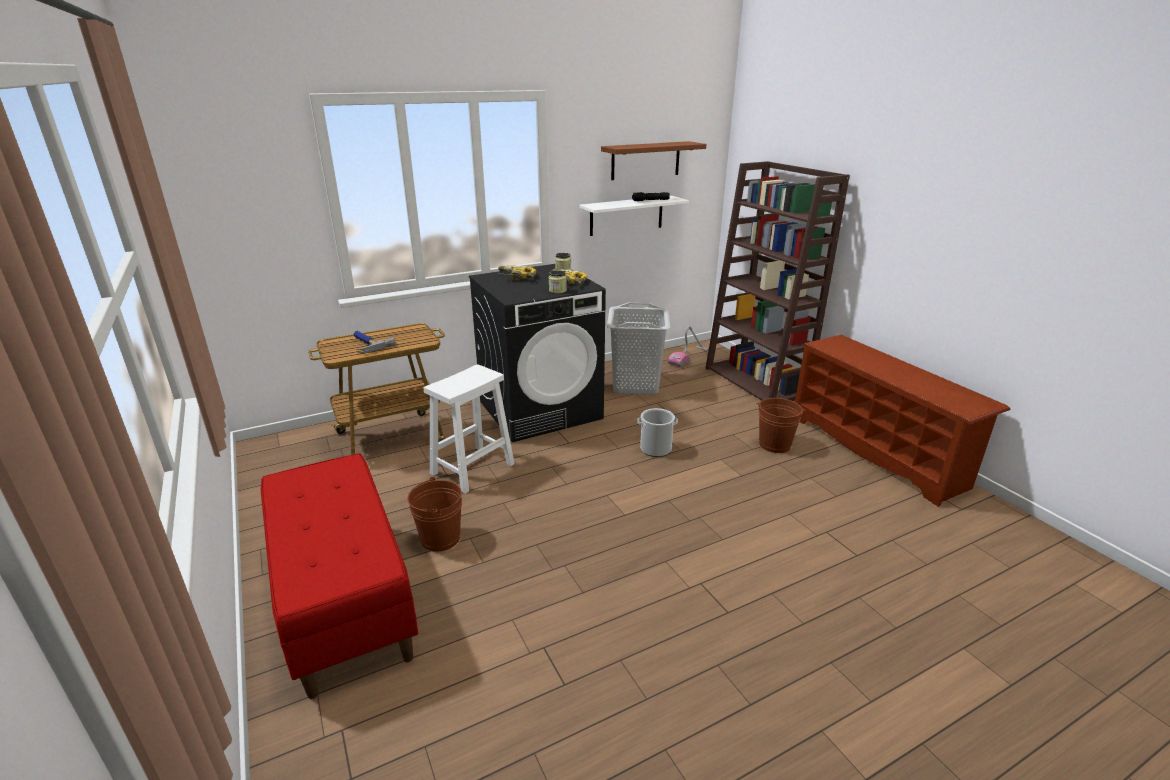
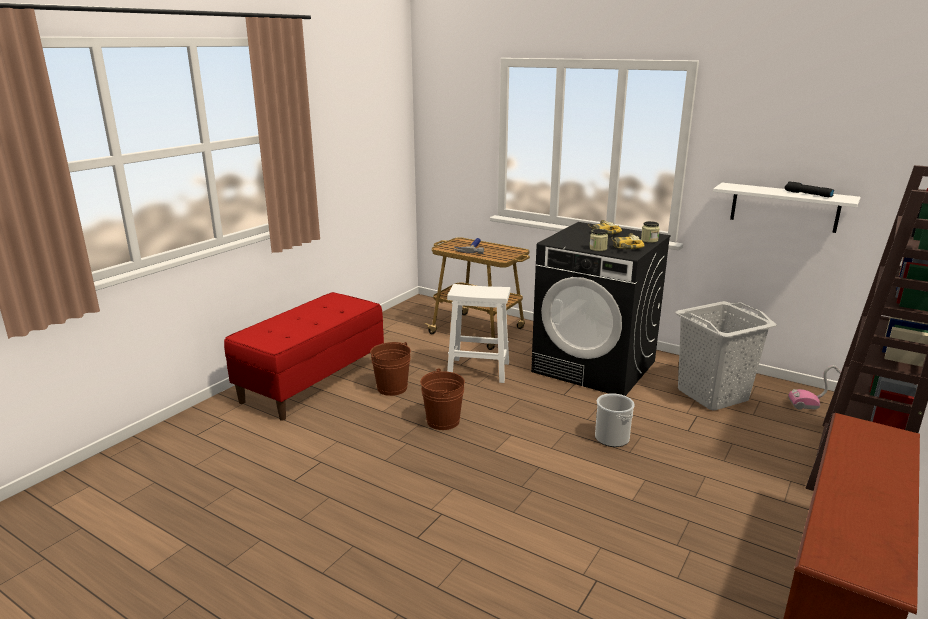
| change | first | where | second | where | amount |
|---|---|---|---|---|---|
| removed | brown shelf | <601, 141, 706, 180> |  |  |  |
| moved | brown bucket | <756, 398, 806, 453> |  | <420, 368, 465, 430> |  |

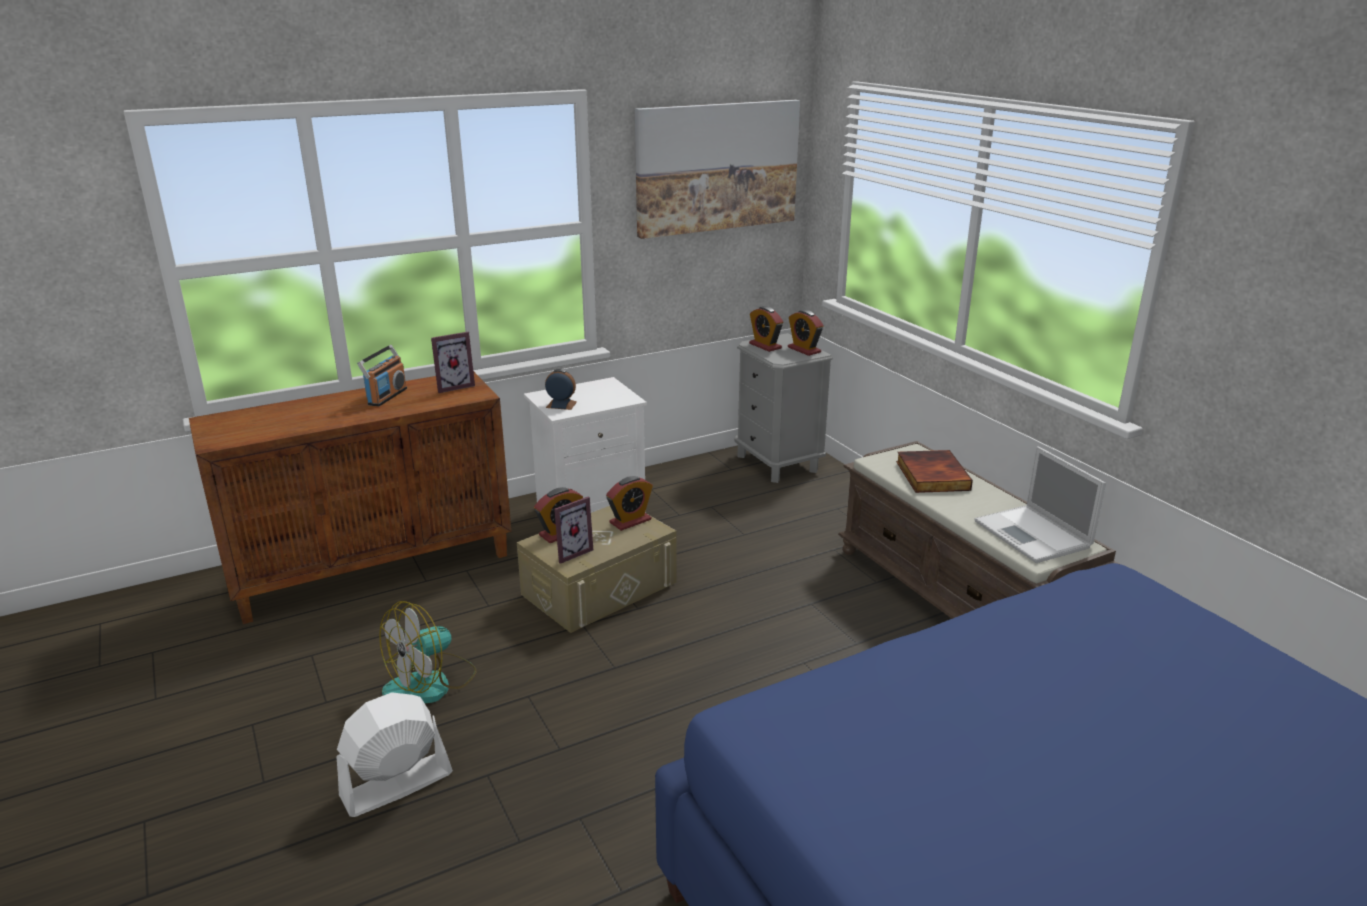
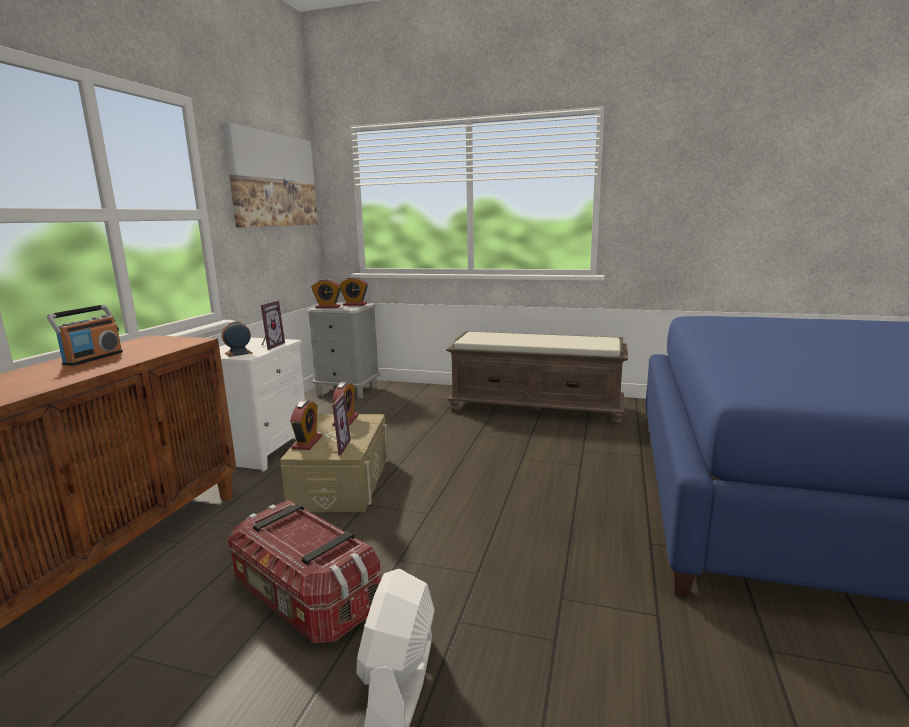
| change | first | where | second | where | amount |
|---|---|---|---|---|---|
| removed | book | <896, 450, 973, 493> |  |  |  |
| removed | laptop | <975, 446, 1106, 563> |  |  |  |
| moved | picture frame | <431, 332, 475, 393> |  | <261, 300, 285, 350> |  |
| replaced | fan | <379, 601, 476, 703> | storage box | <228, 500, 381, 643> |  |
| turned | radio | <357, 345, 407, 406> |  | <47, 305, 123, 366> | 45 degrees clockwise |

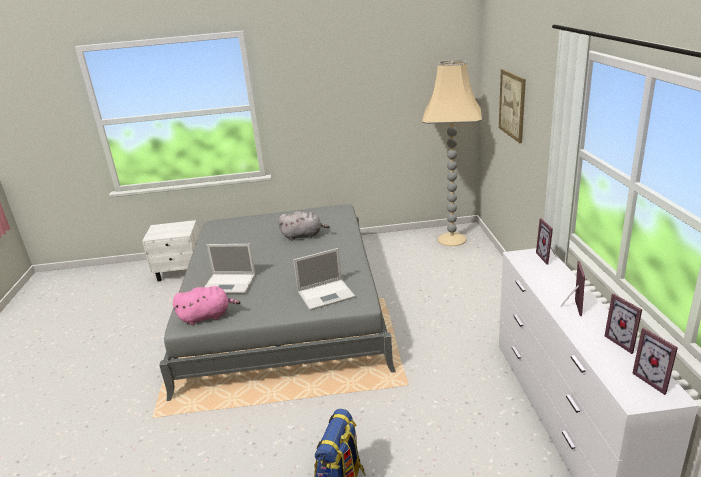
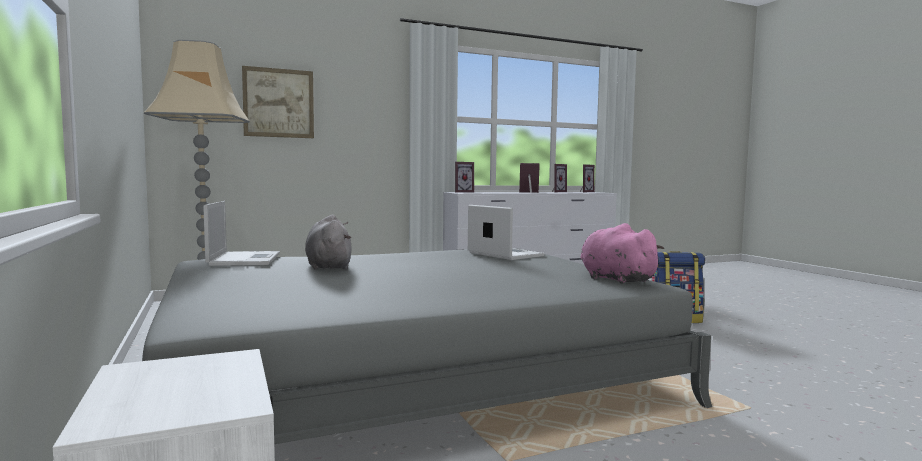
| change | first | where | second | where | amount |
|---|---|---|---|---|---|
| moved | laptop | <204, 244, 255, 294> |  | <203, 201, 280, 266> |  |

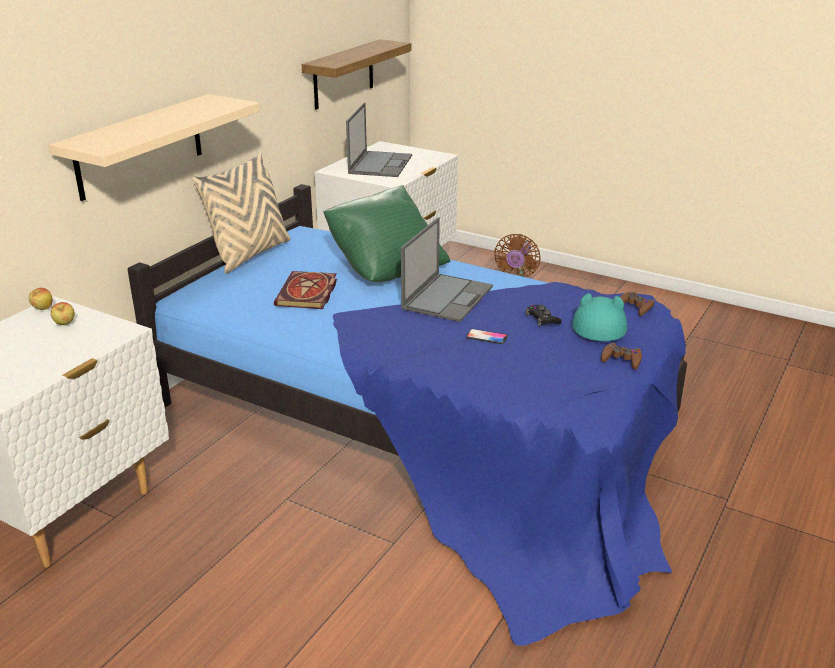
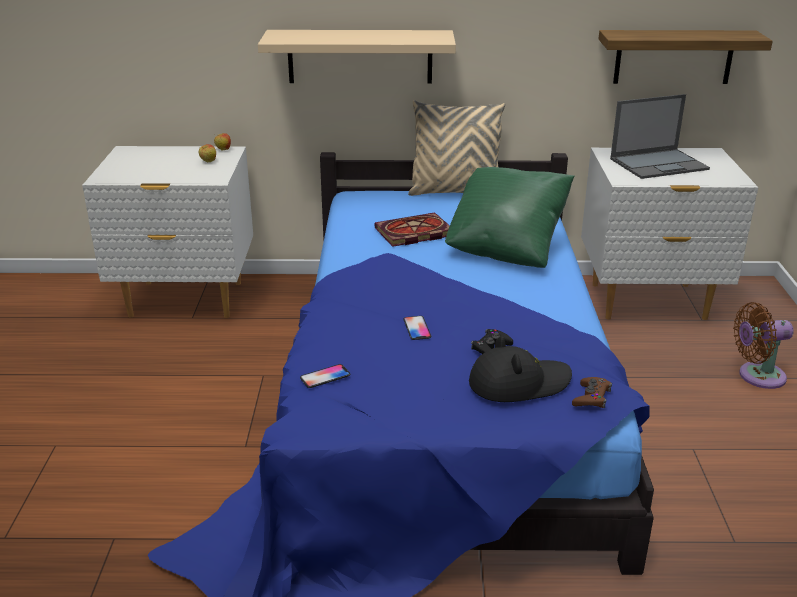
| change | first | where | second | where | amount |
|---|---|---|---|---|---|
| removed | laptop | <401, 217, 493, 322> |  |  |  |
| removed | brown game controller | <601, 343, 642, 370> |  |  |  |
| added |  |  | phone | <300, 364, 351, 388> |  |
| recoloured | turquoise hat | <572, 293, 627, 341> | black hat | <469, 336, 572, 402> |  |

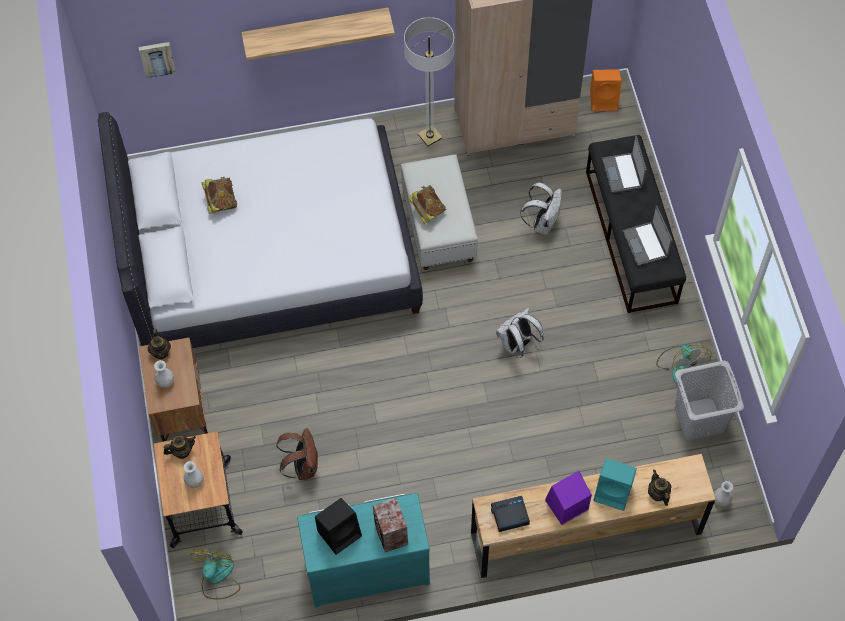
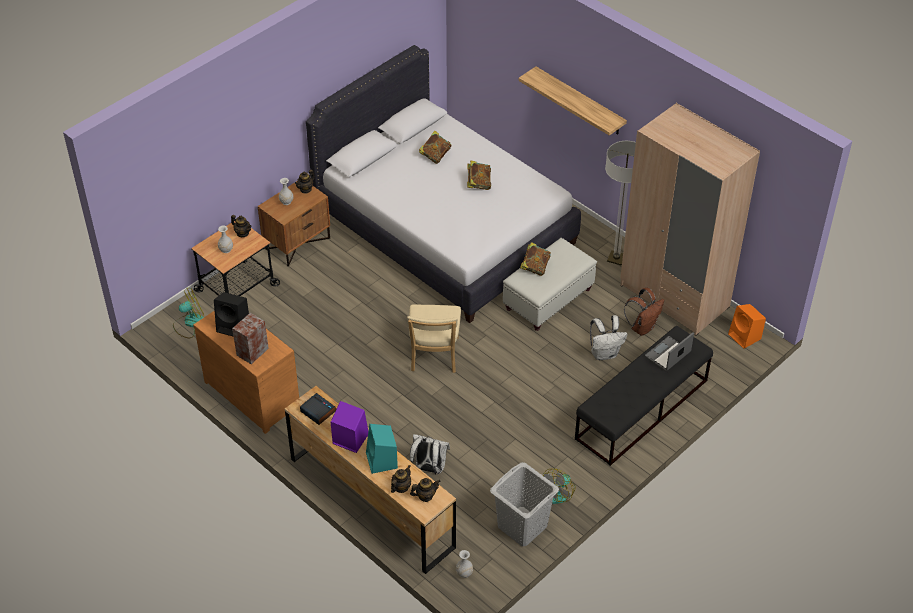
| change | first | where | second | where | amount |
|---|---|---|---|---|---|
| removed | picture | <139, 42, 176, 78> |  |  |  |
| removed | laptop | <623, 205, 673, 266> |  |  |  |
| added |  |  | beige chair | <407, 304, 461, 373> |  |
| added |  |  | teapot | <410, 478, 441, 502> |  |
| added |  |  | book | <467, 161, 491, 190> |  |
| moved | brown backpack | <276, 428, 318, 480> |  | <624, 288, 664, 336> |  |
| moved | white backpack | <496, 307, 544, 358> |  | <410, 434, 450, 475> |  |
| recoloured | turquoise dresser | <297, 493, 430, 608> | brown dresser | <193, 311, 299, 434> |  |

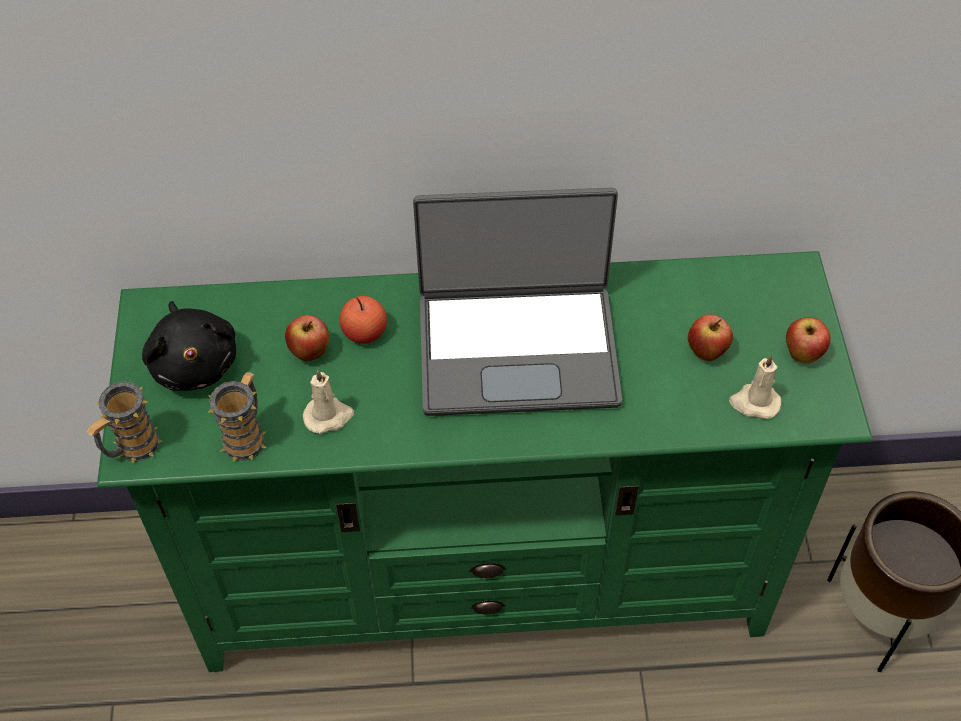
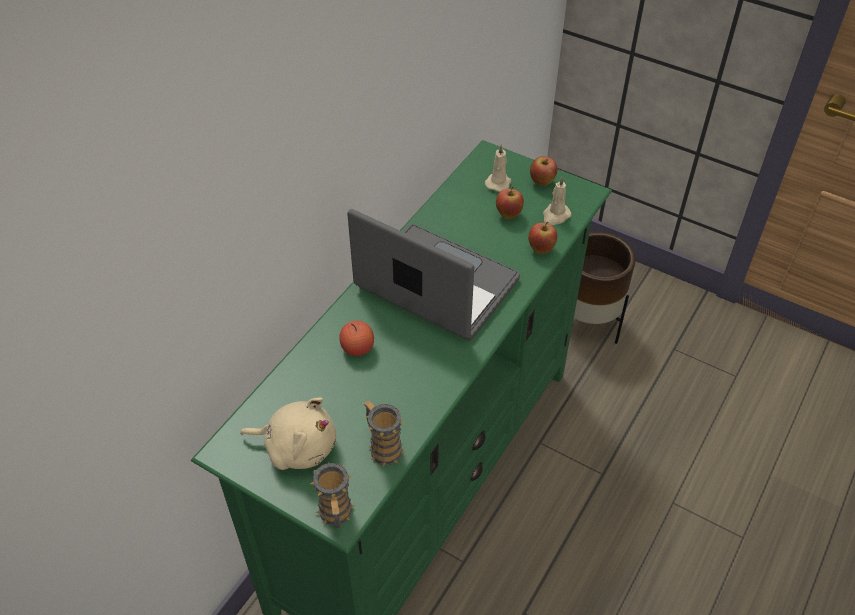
| change | first | where | second | where | amount |
|---|---|---|---|---|---|
| moved | apple | <285, 315, 329, 362> |  | <528, 222, 557, 254> |  |
| moved | beige candle | <303, 369, 354, 434> |  | <485, 144, 511, 192> |  |
| recoloured | black plush toy | <142, 301, 236, 391> | beige plush toy | <240, 397, 336, 470> |  |
| turned | laptop | <413, 188, 622, 416> |  | <347, 209, 520, 341> | 90 degrees counterclockwise |

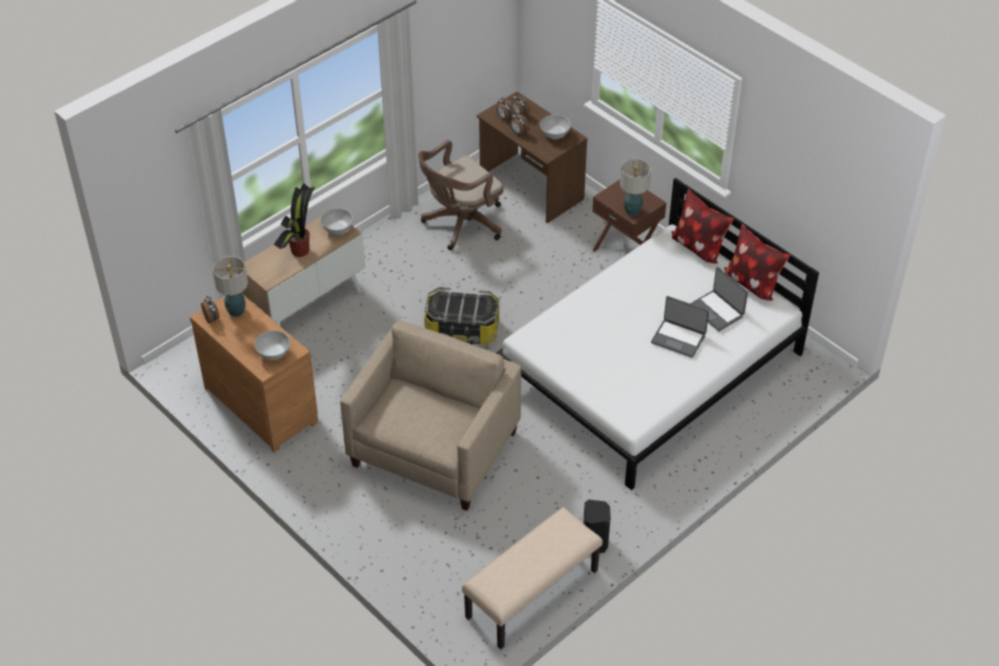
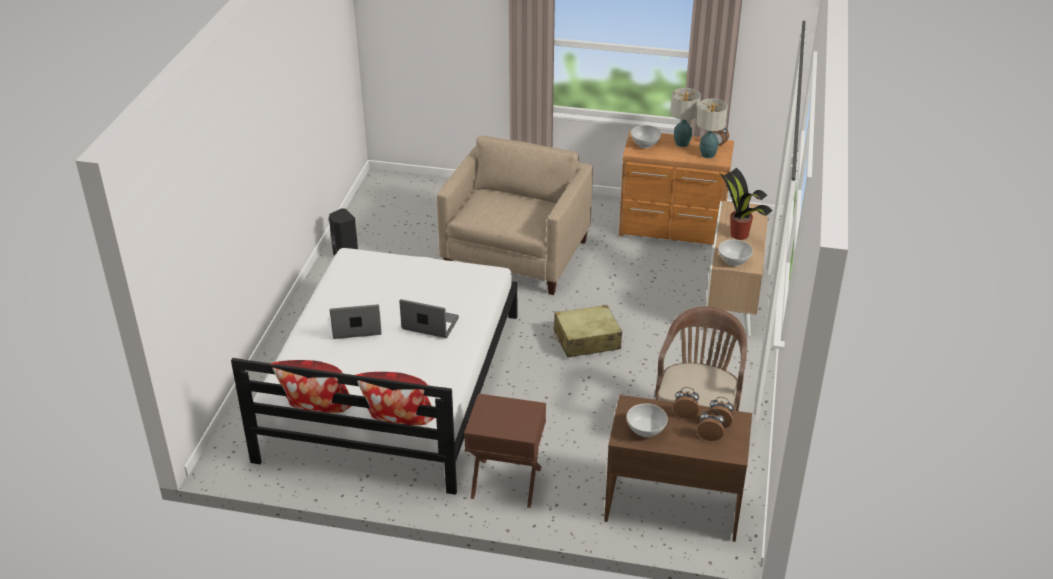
| change | first | where | second | where | amount |
|---|---|---|---|---|---|
| removed | beige bench | <462, 507, 603, 649> |  |  |  |
| moved | table lamp | <620, 159, 651, 216> |  | <670, 88, 701, 147> |  |
| moved | laptop | <690, 267, 748, 331> |  | <399, 299, 459, 338> |  |
| replaced | storage box | <424, 287, 499, 345> | beige suitcase | <554, 305, 622, 358> |  |
| turned | beige armchair | <340, 321, 521, 511> |  | <437, 136, 593, 295> | 150 degrees counterclockwise |

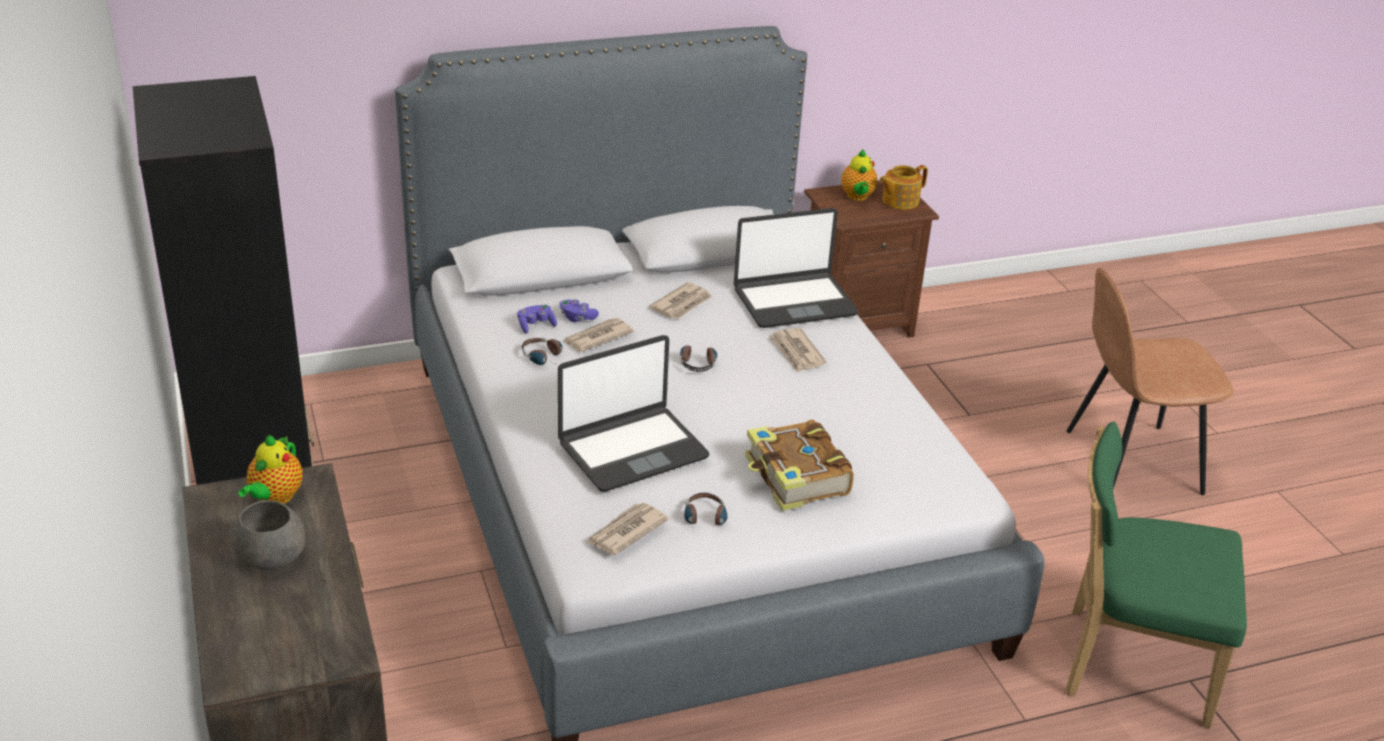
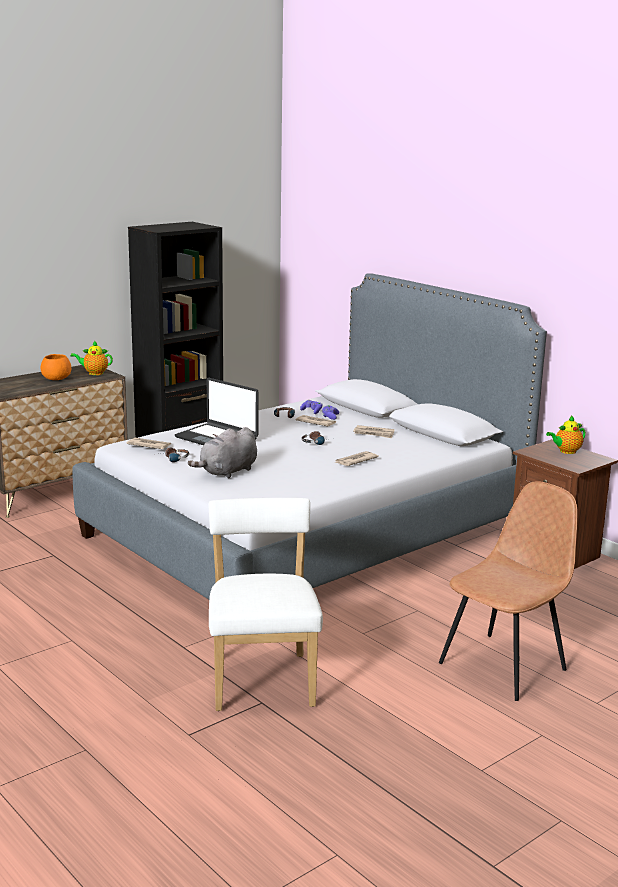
| change | first | where | second | where | amount |
|---|---|---|---|---|---|
| removed | laptop | <734, 208, 858, 328> |  |  |  |
| removed | teapot | <879, 165, 928, 210> |  |  |  |
| replaced | book | <745, 419, 854, 511> | grey plush toy | <188, 427, 257, 478> |  |
| recoloured | grey bowl | <231, 500, 306, 570> | orange bowl | <41, 354, 71, 380> |  |
| recoloured | green chair | <1066, 421, 1247, 728> | white chair | <208, 498, 323, 711> |  |
| turned | brown chair | <1067, 268, 1234, 495> |  | <439, 481, 577, 701> | 75 degrees clockwise |

